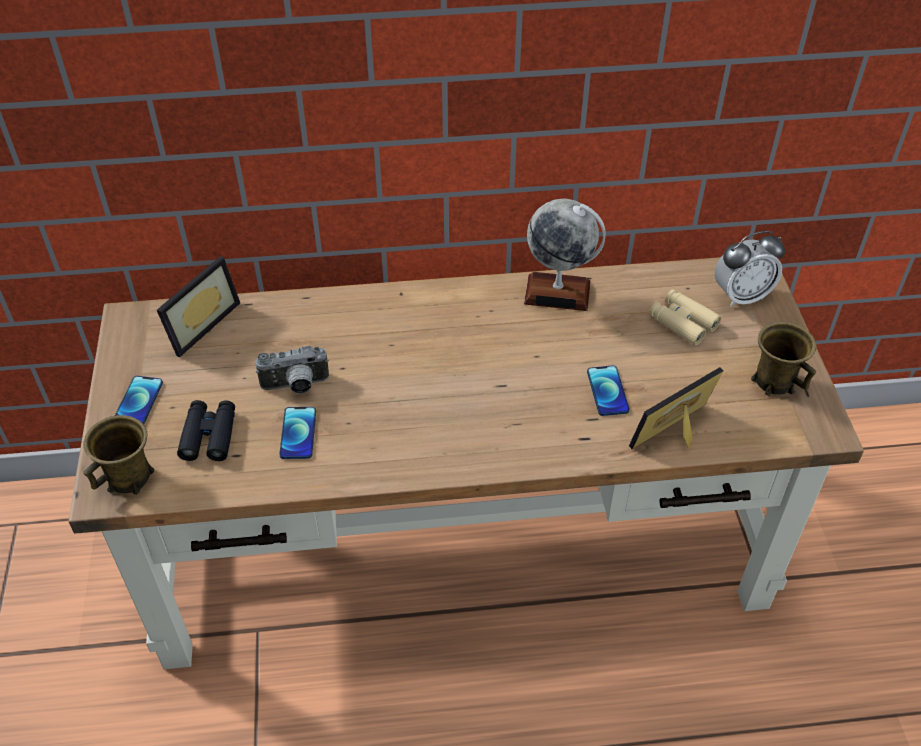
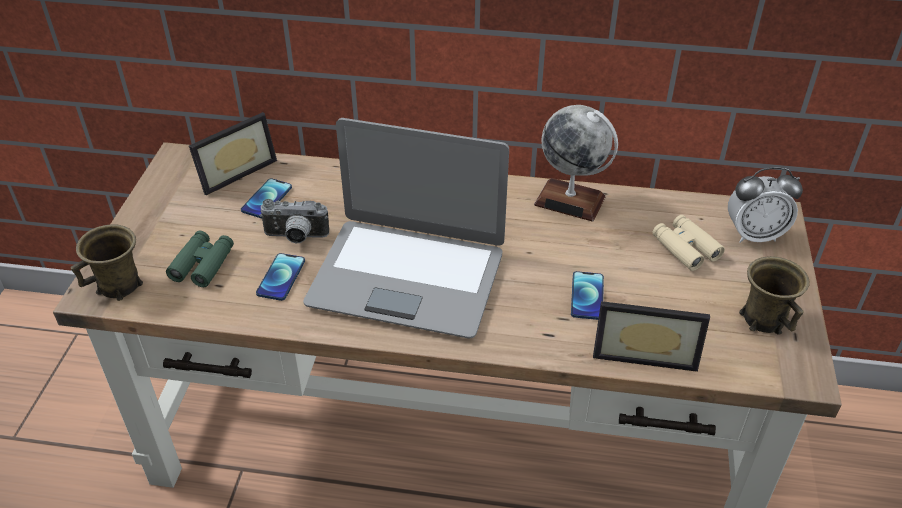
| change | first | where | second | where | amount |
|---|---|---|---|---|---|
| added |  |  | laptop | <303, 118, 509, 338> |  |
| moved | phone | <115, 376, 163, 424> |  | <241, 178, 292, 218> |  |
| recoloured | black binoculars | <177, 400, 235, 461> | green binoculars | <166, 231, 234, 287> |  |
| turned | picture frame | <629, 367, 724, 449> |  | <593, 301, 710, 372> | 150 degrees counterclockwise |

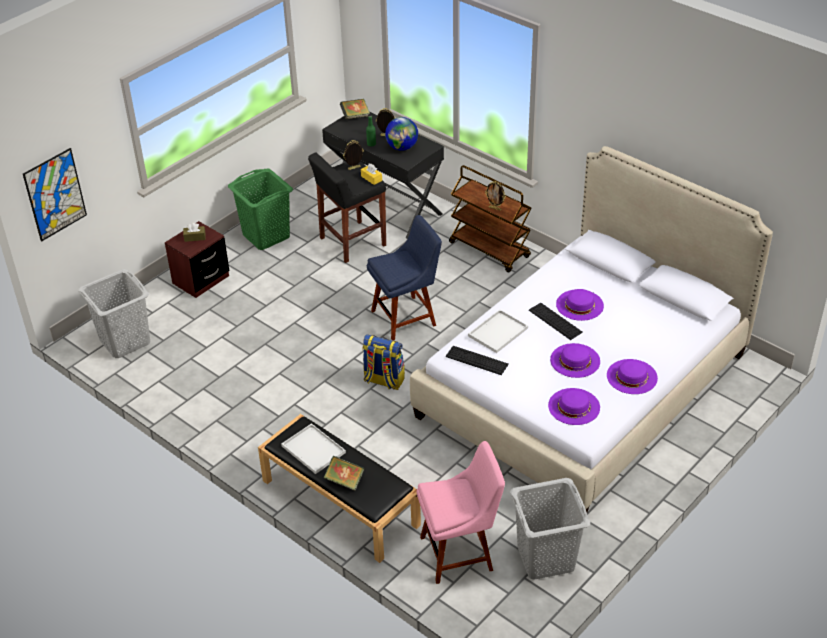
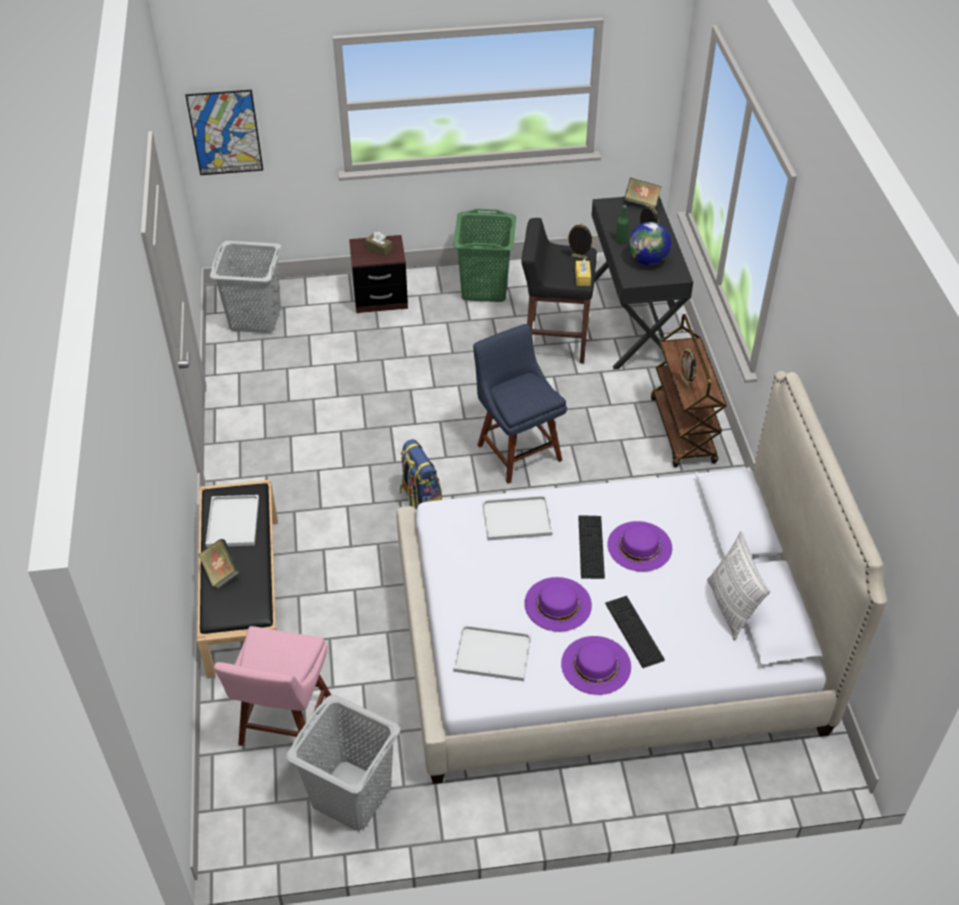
| change | first | where | second | where | amount |
|---|---|---|---|---|---|
| added |  |  | pillow | <707, 531, 770, 641> |  |
| moved | keyboard | <446, 346, 509, 375> |  | <605, 596, 665, 668> |  |
| replaced | purple hat | <548, 388, 600, 425> | white tray | <453, 625, 531, 681> |  |
| turned | blue chair | <367, 215, 442, 341> |  | <473, 324, 567, 484> | 135 degrees counterclockwise |
| turned | pink chair | <417, 441, 505, 584> |  | <214, 626, 331, 746> | 75 degrees clockwise |

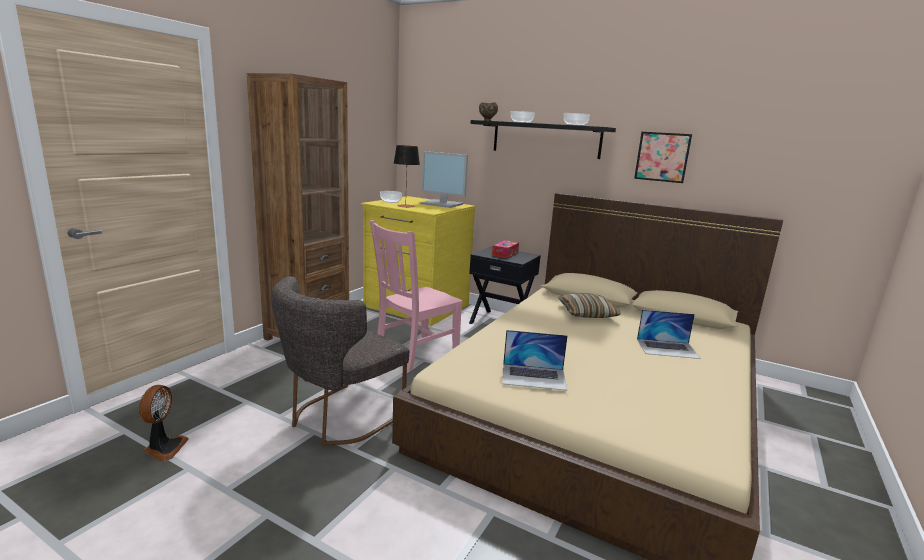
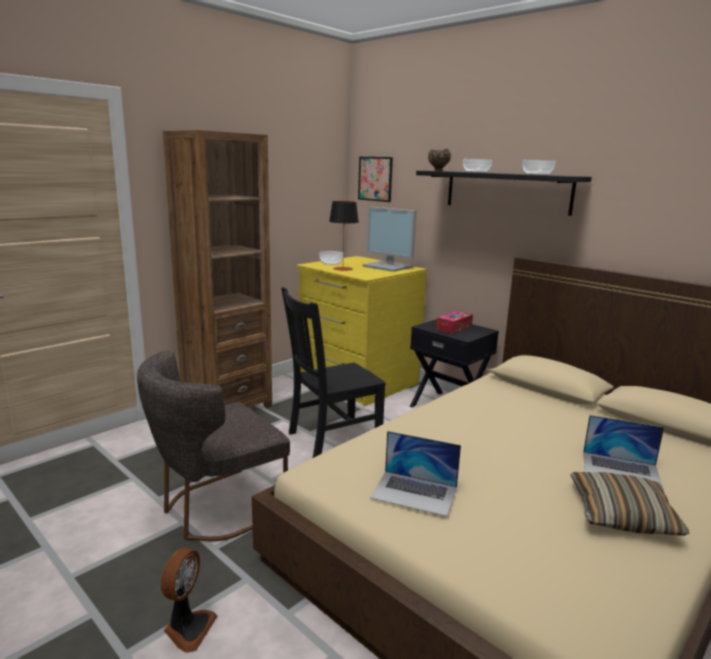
| change | first | where | second | where | amount |
|---|---|---|---|---|---|
| moved | fan | <139, 385, 189, 461> |  | <161, 548, 218, 653> |  |
| moved | pillow | <558, 293, 621, 318> |  | <570, 472, 689, 536> |  |
| moved | picture | <634, 132, 692, 183> |  | <358, 157, 393, 202> |  |
| recoloured | pink chair | <370, 220, 463, 372> | black chair | <281, 287, 386, 458> |  |

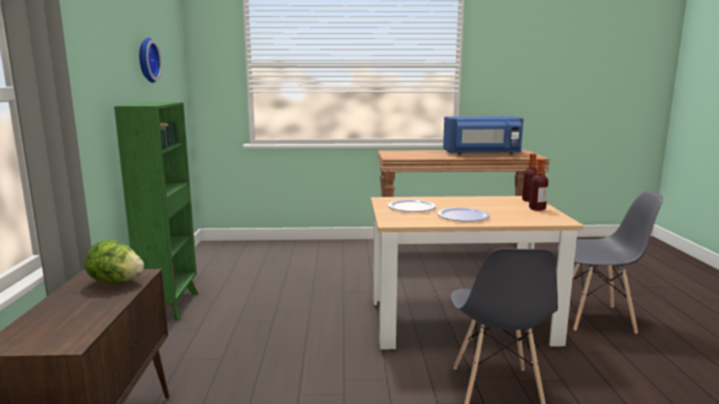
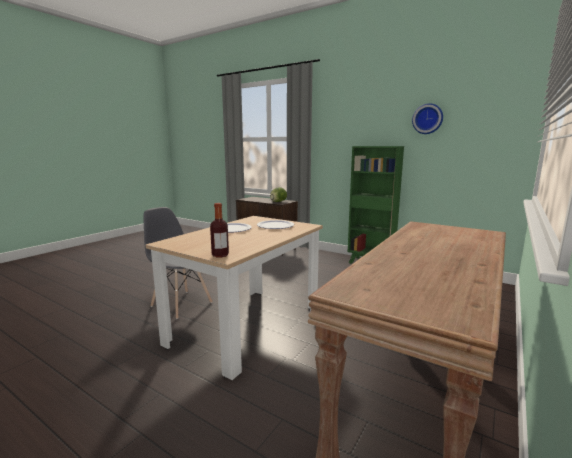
| change | first | where | second | where | amount |
|---|---|---|---|---|---|
| removed | blue microwave | <443, 116, 523, 155> |  |  |  |
| removed | bottle | <529, 159, 548, 211> |  |  |  |
| removed | grey chair | <558, 191, 663, 334> |  |  |  |

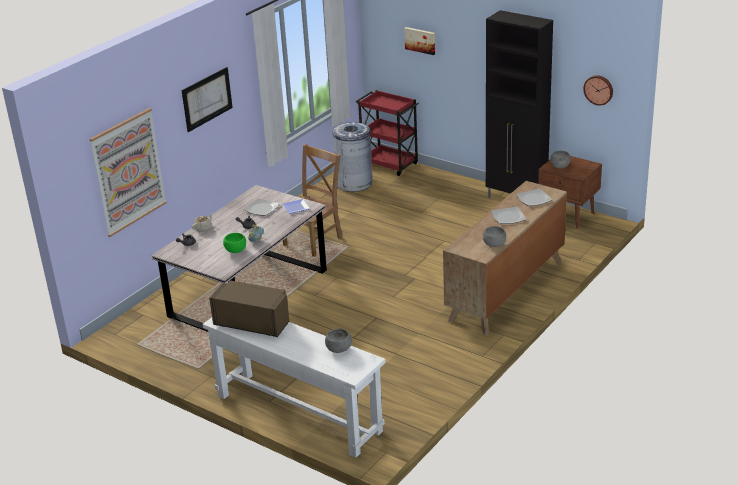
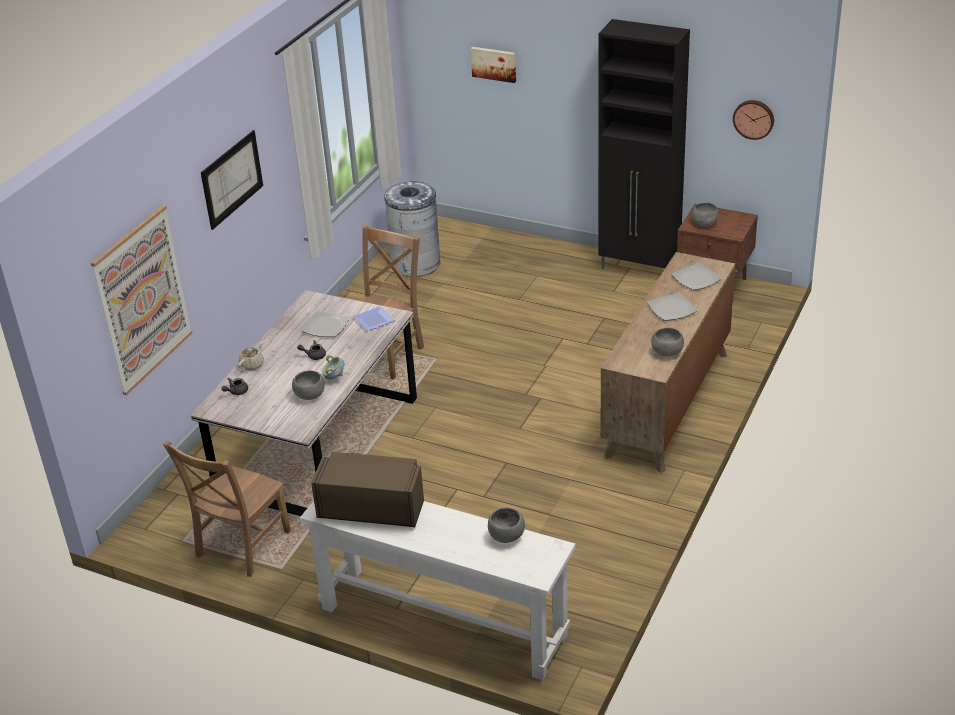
| change | first | where | second | where | amount |
|---|---|---|---|---|---|
| removed | red cart | <356, 90, 419, 176> |  |  |  |
| added |  |  | brown chair | <163, 441, 291, 577> |  |
| recoloured | green bowl | <223, 233, 246, 253> | grey bowl | <292, 371, 325, 400> |  |

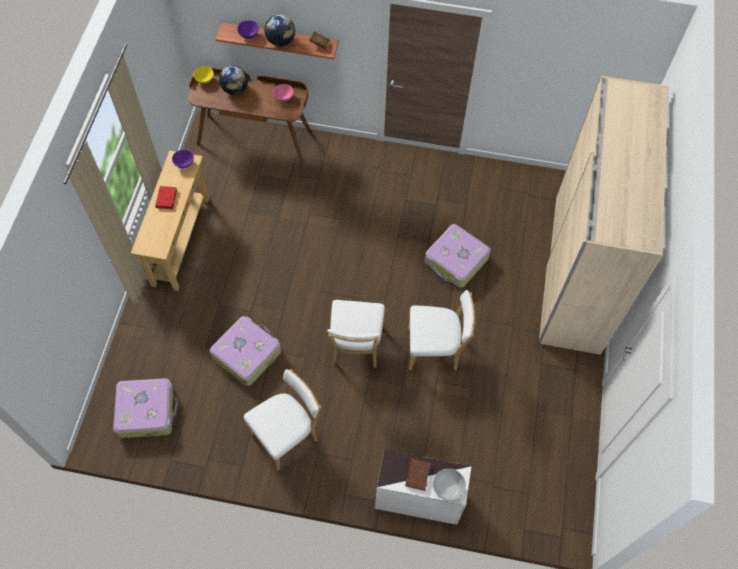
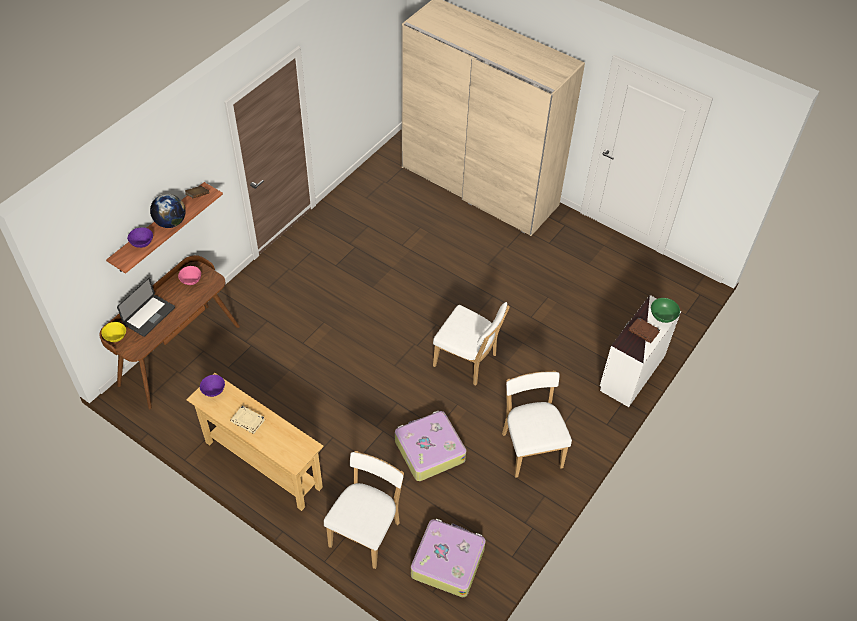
| change | first | where | second | where | amount |
|---|---|---|---|---|---|
| removed | suitcase | <425, 224, 491, 288> |  |  |  |
| moved | white chair | <408, 290, 475, 370> |  | <324, 451, 404, 569> |  |
| replaced | globe | <219, 65, 248, 95> | laptop | <117, 277, 175, 337> |  |
| recoloured | red book | <155, 186, 177, 209> | beige book | <231, 406, 265, 434> |  |
| recoloured | white bowl | <433, 468, 466, 501> | green bowl | <651, 298, 680, 323> |  |

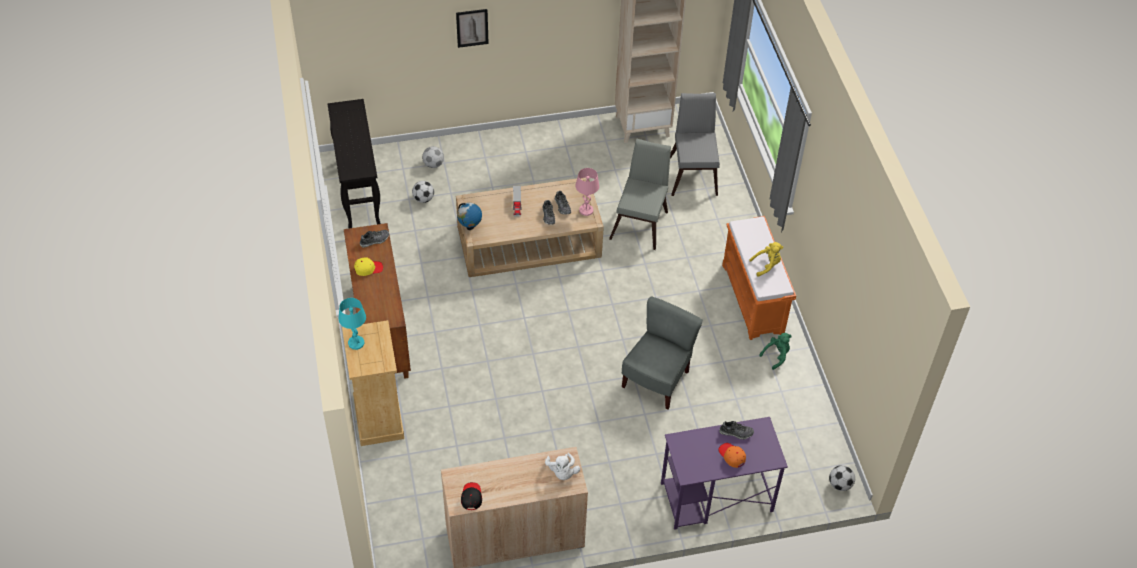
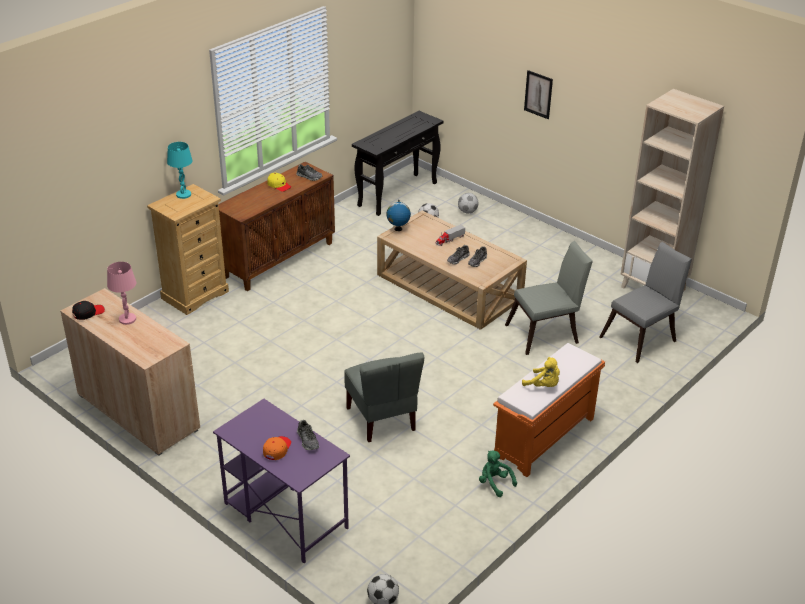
| change | first | where | second | where | amount |
|---|---|---|---|---|---|
| removed | white plush toy | <545, 453, 580, 480> |  |  |  |
| moved | pink table lamp | <575, 168, 599, 216> |  | <107, 262, 136, 325> |  |
| turned | grey chair | <622, 296, 703, 409> |  | <344, 352, 425, 442> | 75 degrees clockwise |
| turned | green plush toy | <759, 333, 792, 370> |  | <479, 451, 517, 497> | 150 degrees counterclockwise |

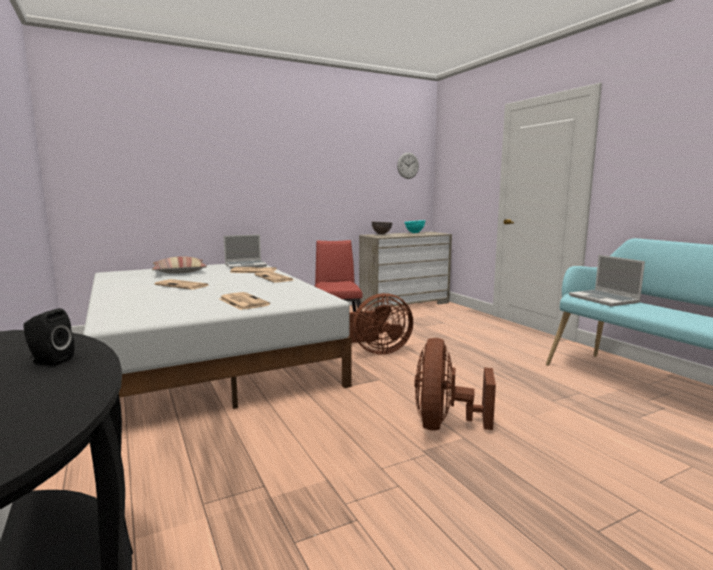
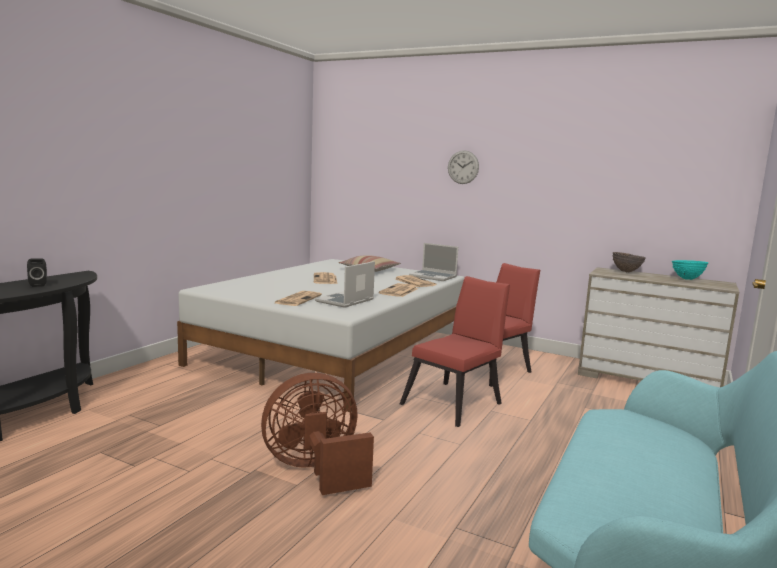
| change | first | where | second | where | amount |
|---|---|---|---|---|---|
| moved | wall clock | <397, 152, 419, 179> |  | <448, 150, 479, 184> |  |
| moved | laptop | <569, 255, 645, 306> |  | <315, 261, 375, 308> |  |
| replaced | brown fan | <349, 293, 413, 355> | red chair | <400, 276, 510, 427> |  |

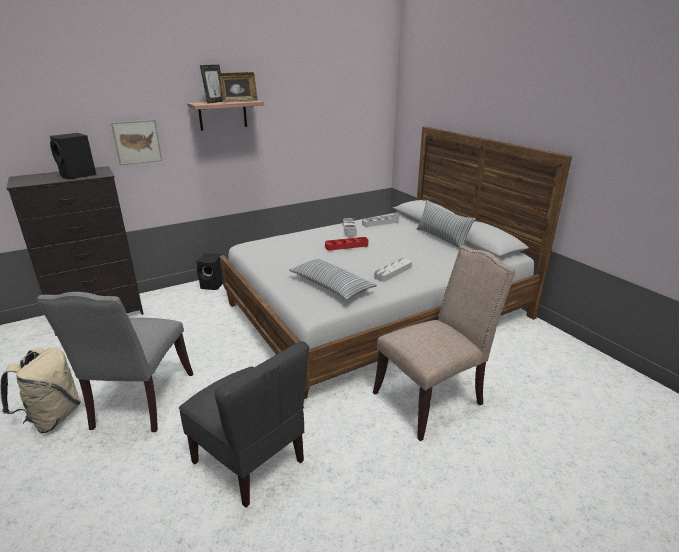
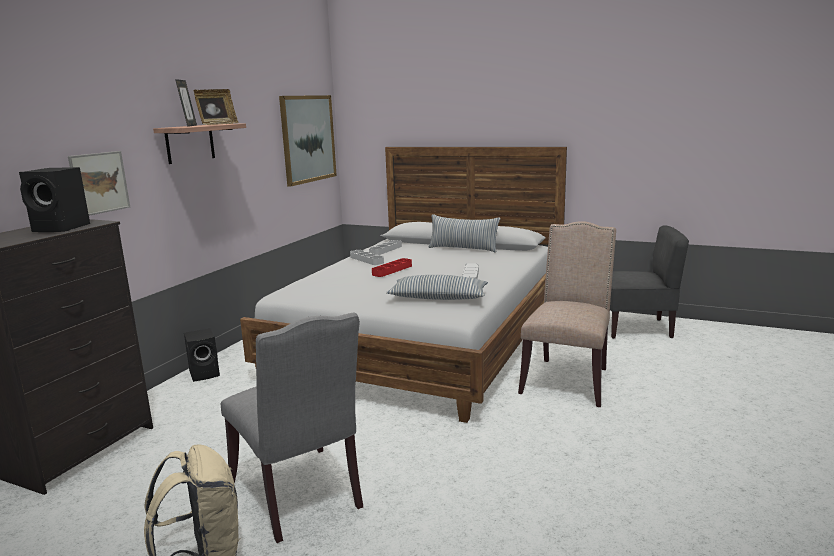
| change | first | where | second | where | amount |
|---|---|---|---|---|---|
| added |  |  | picture | <279, 95, 337, 187> |  |
| moved | grey chair | <179, 341, 309, 508> |  | <610, 226, 689, 339> |  |

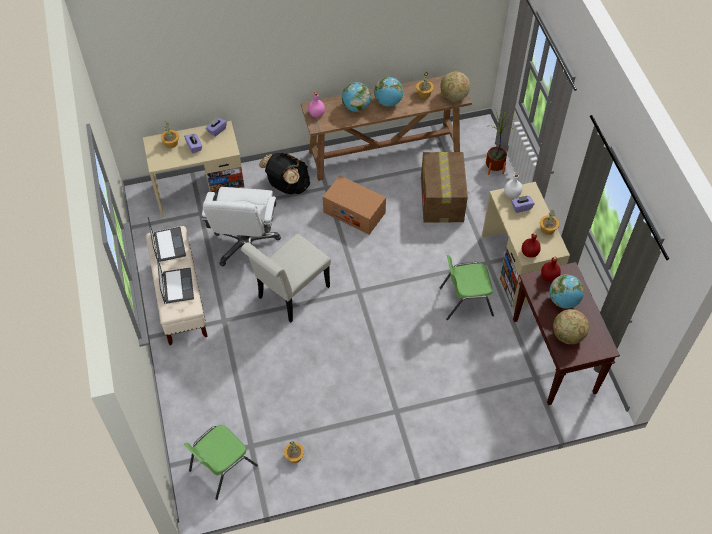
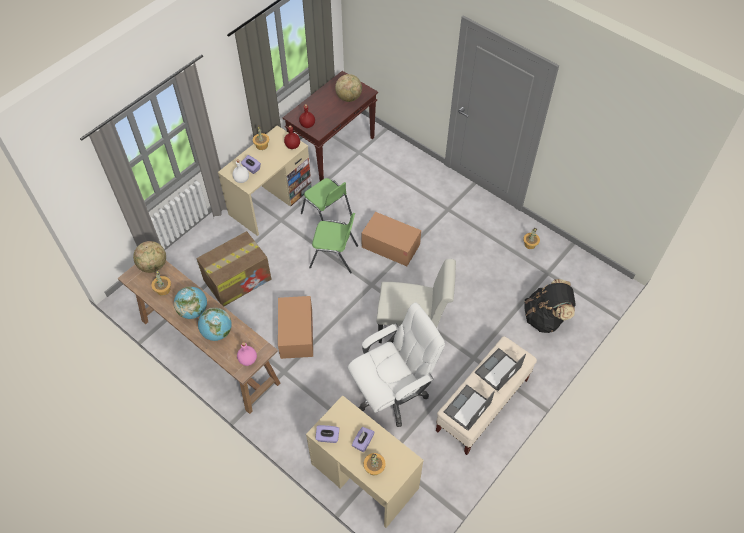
| change | first | where | second | where | amount |
|---|---|---|---|---|---|
| removed | potted plant | <485, 111, 516, 175> |  |  |  |
| removed | globe | <549, 275, 584, 308> |  |  |  |
| added |  |  | cardboard box | <361, 212, 421, 266> |  |
| moved | green chair | <184, 425, 258, 500> |  | <309, 213, 358, 274> |  |
| moved | black backpack | <259, 153, 310, 194> |  | <524, 279, 576, 333> |  |

